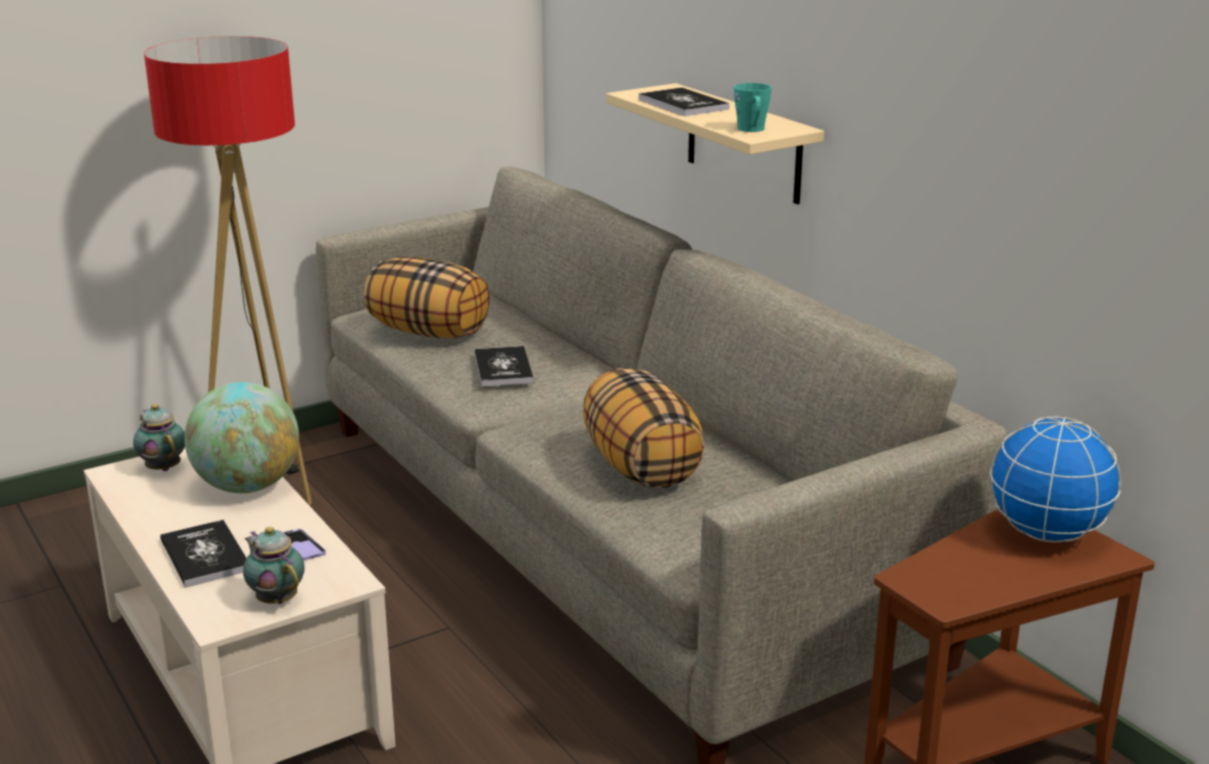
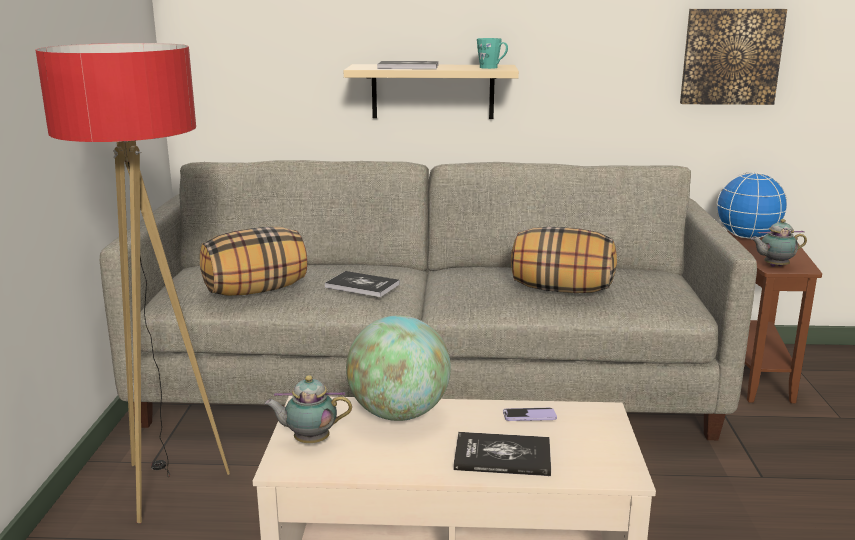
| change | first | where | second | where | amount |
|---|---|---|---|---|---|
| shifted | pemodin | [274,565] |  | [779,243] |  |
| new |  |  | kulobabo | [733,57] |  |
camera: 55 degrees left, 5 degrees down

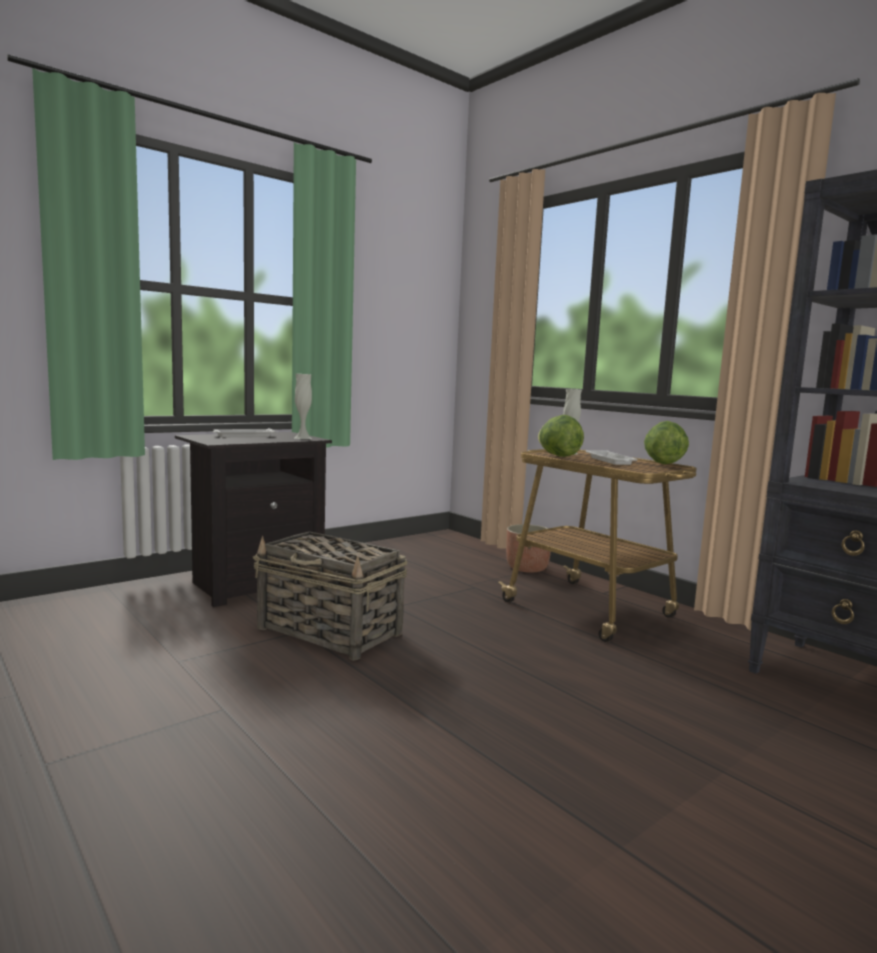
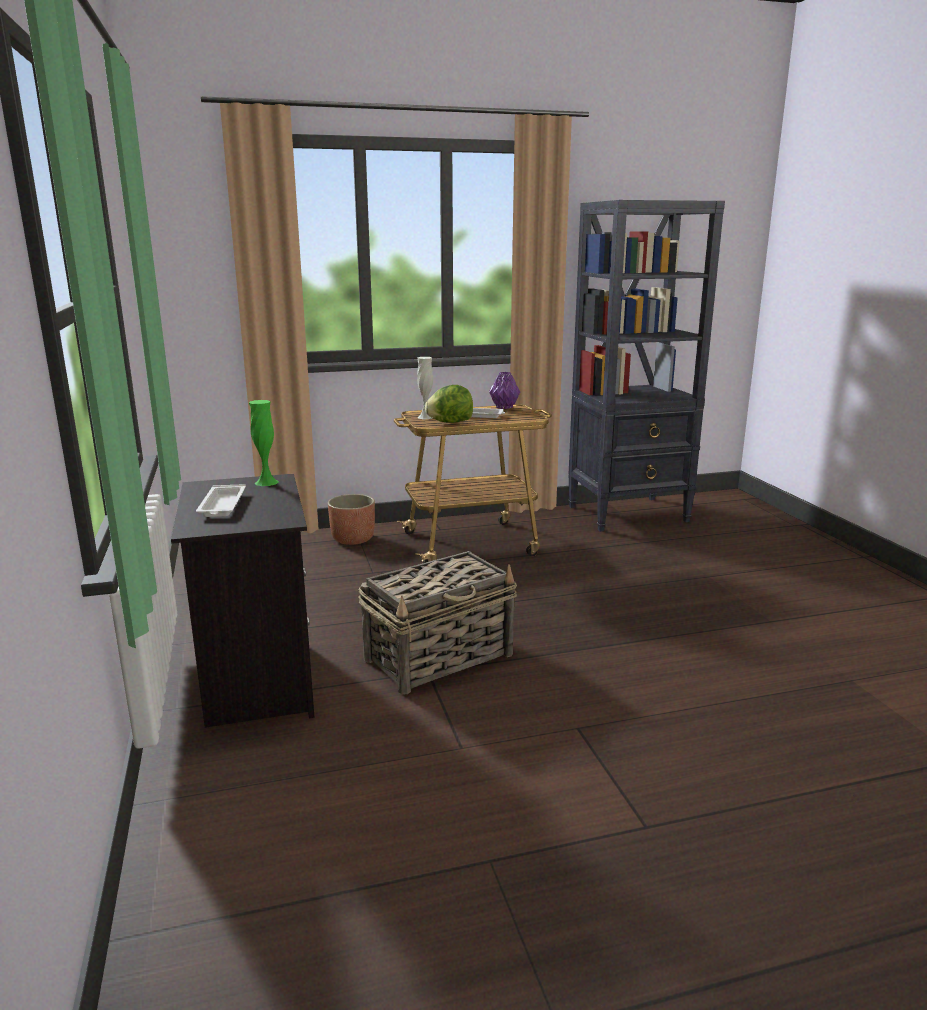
| change | first | where | second | where | amount |
|---|---|---|---|---|---|
| repainted | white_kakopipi | [303,406] | green_kakopipi | [264,443] |  |
| swapped | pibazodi | [666,442] | purple_kakopipi | [504,390] |  |
camera: 65 degrees left, 10 degrees up

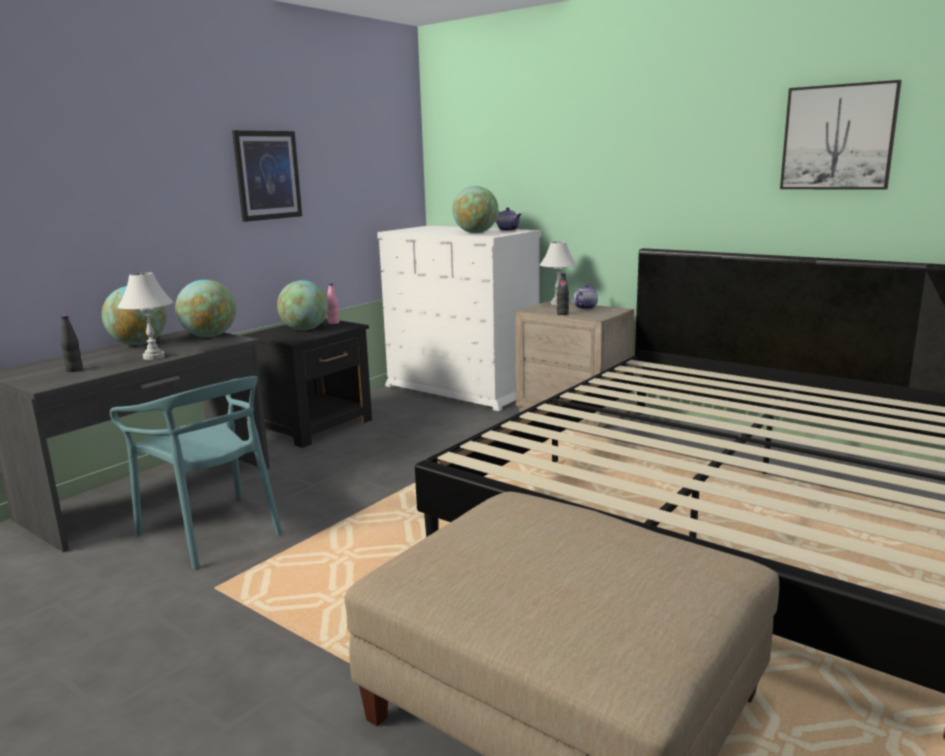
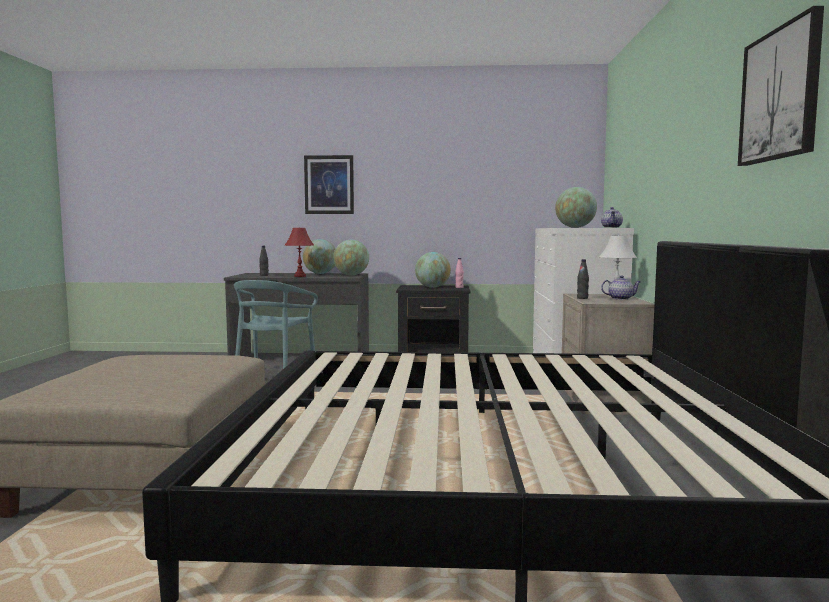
| change | first | where | second | where | amount |
|---|---|---|---|---|---|
| shifted | kulobabo | [267,176] |  | [329,184] |  |
| repainted | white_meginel | [145,316] | red_meginel | [299,252] |  |
camera: 55 degrees right, 10 degrees down

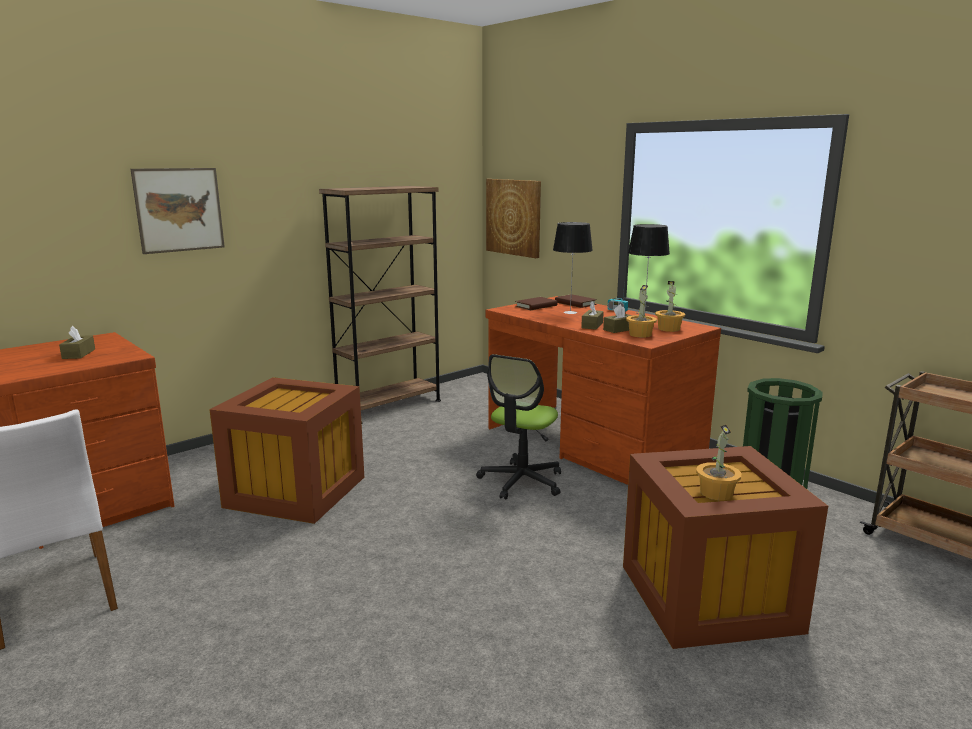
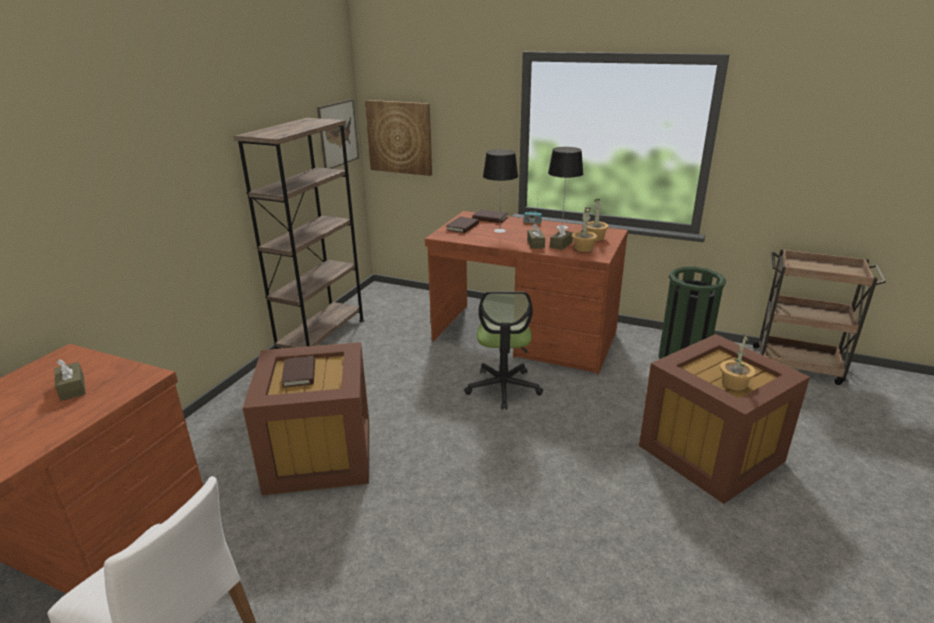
| change | first | where | second | where | amount |
|---|---|---|---|---|---|
| shifted | kulobabo | [177,211] |  | [338,134] |  |
| new |  |  | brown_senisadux | [298,372] |  |
camera: 25 degrees left, 10 degrees up

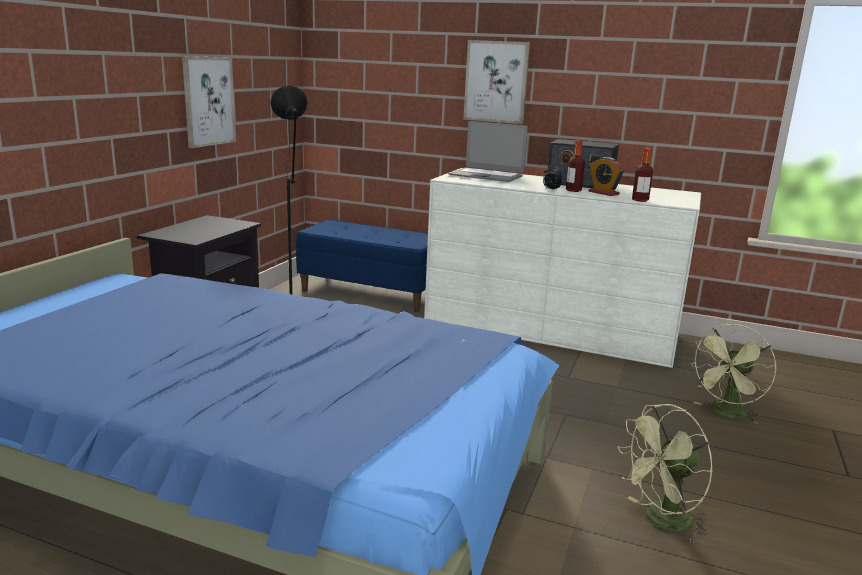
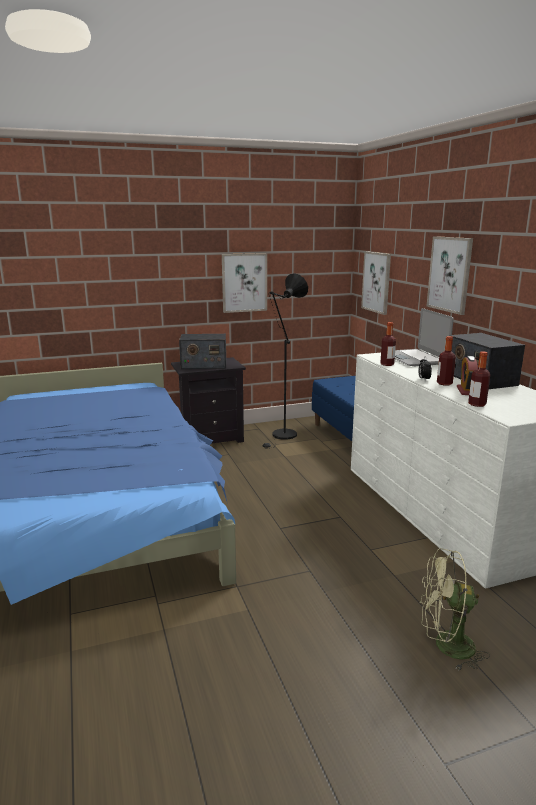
| change | first | where | second | where | amount |
|---|---|---|---|---|---|
| gone | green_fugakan | [665,473] |  |  |  |
| new |  |  | kulobabo | [376,283] |  |
| new |  |  | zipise | [388,344] |  |
| new |  |  | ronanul | [202,351] |  |
camera: 50 degrees right, 0 degrees up

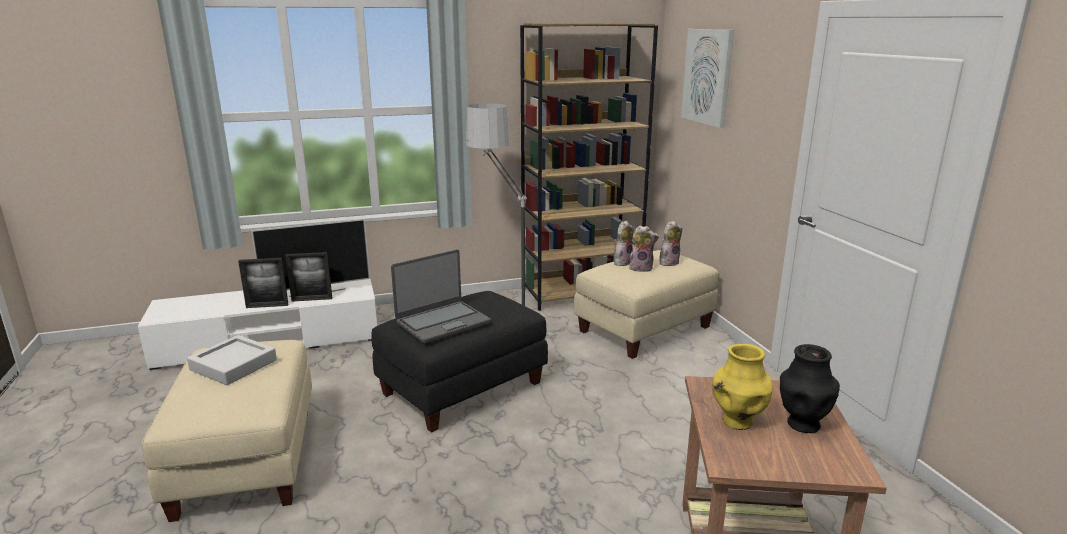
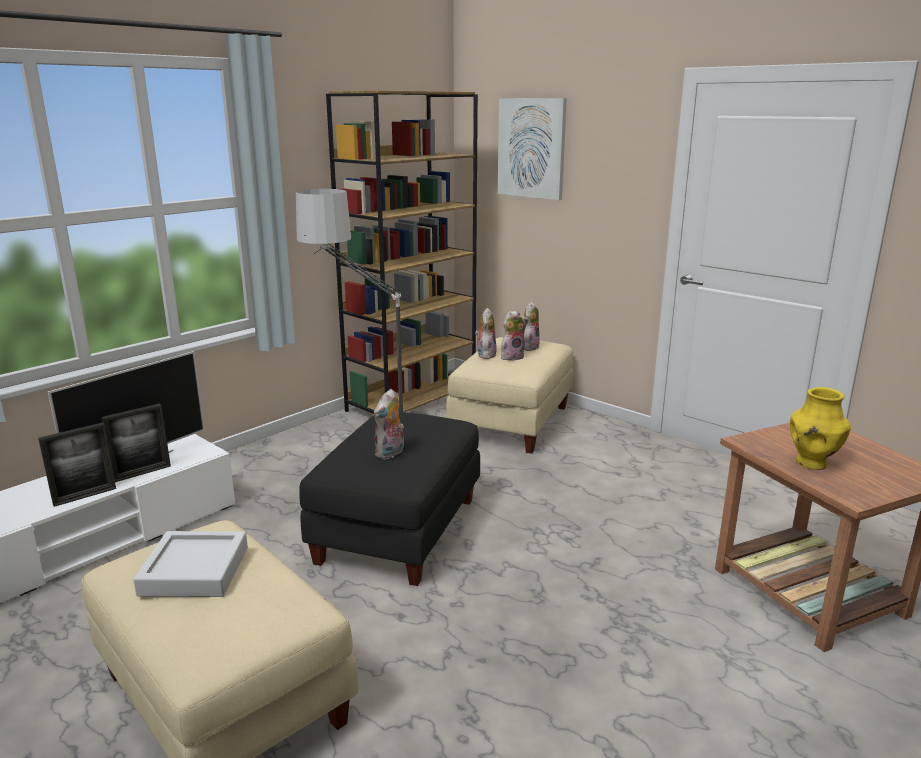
| change | first | where | second | where | amount |
|---|---|---|---|---|---|
| swapped | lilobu | [441,296] | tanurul | [389,424] |  |
| gone | black_kakopipi | [810,388] |  |  |  |
camera: 30 degrees left, 0 degrees up

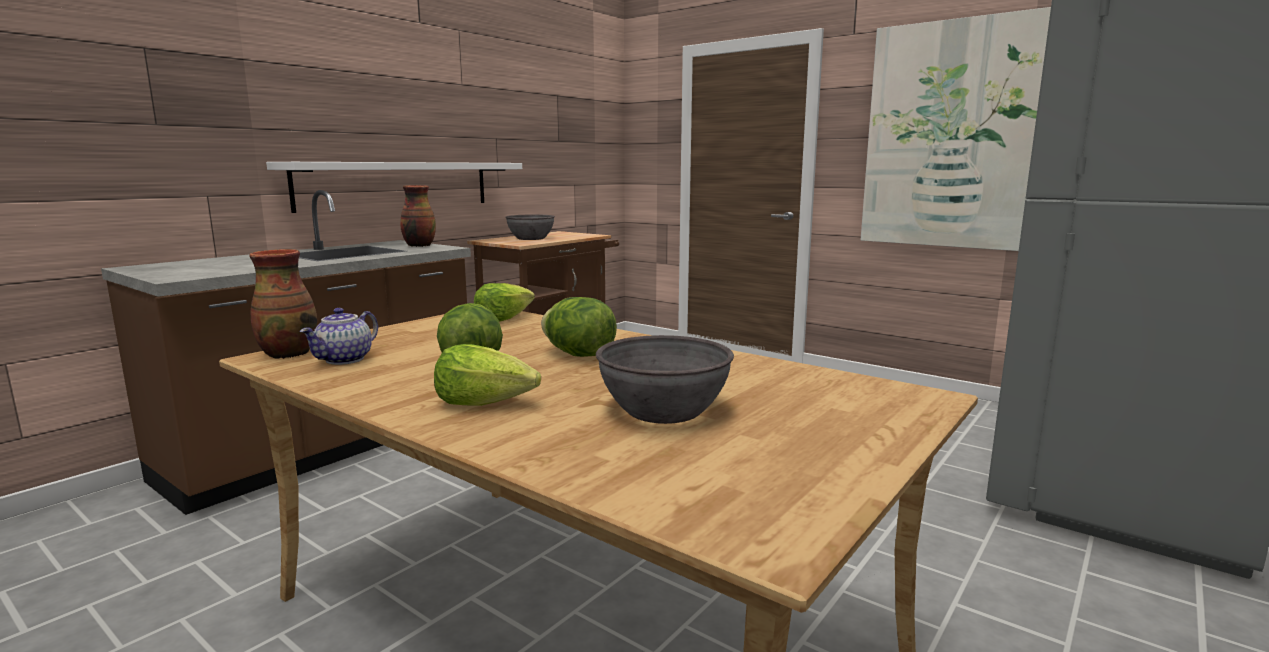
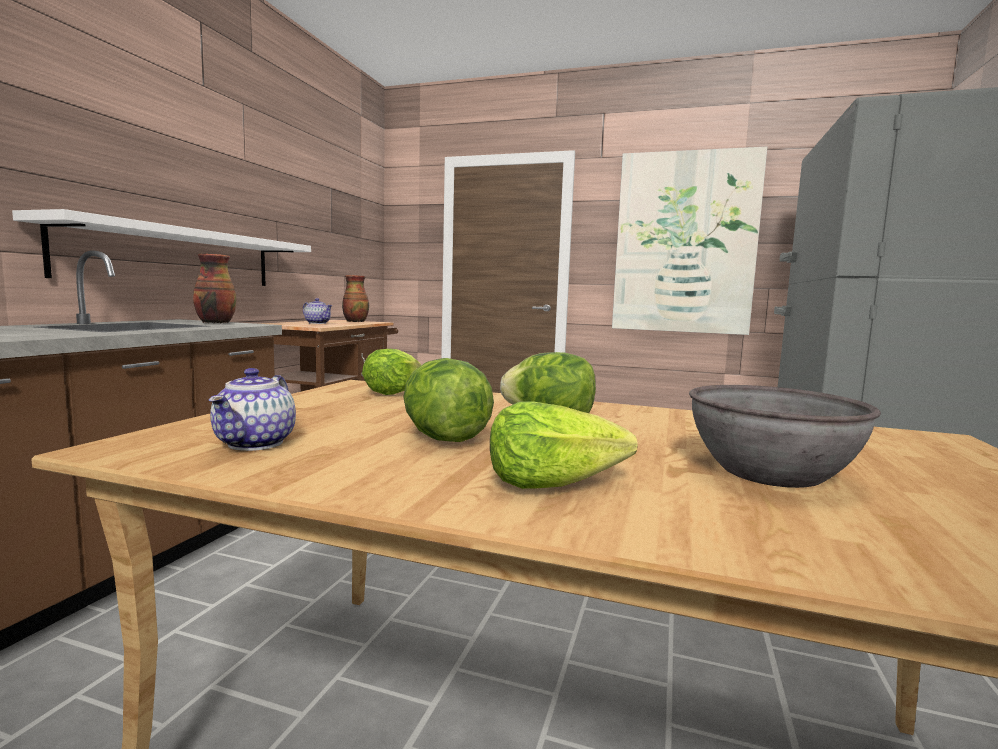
| change | first | where | second | where | amount |
|---|---|---|---|---|---|
| swapped | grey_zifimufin | [530,227] | pemodin | [317,311] |  |
| shifted | kakopipi | [283,304] |  | [355,298] |  |
camera: 20 degrees left, 5 degrees down

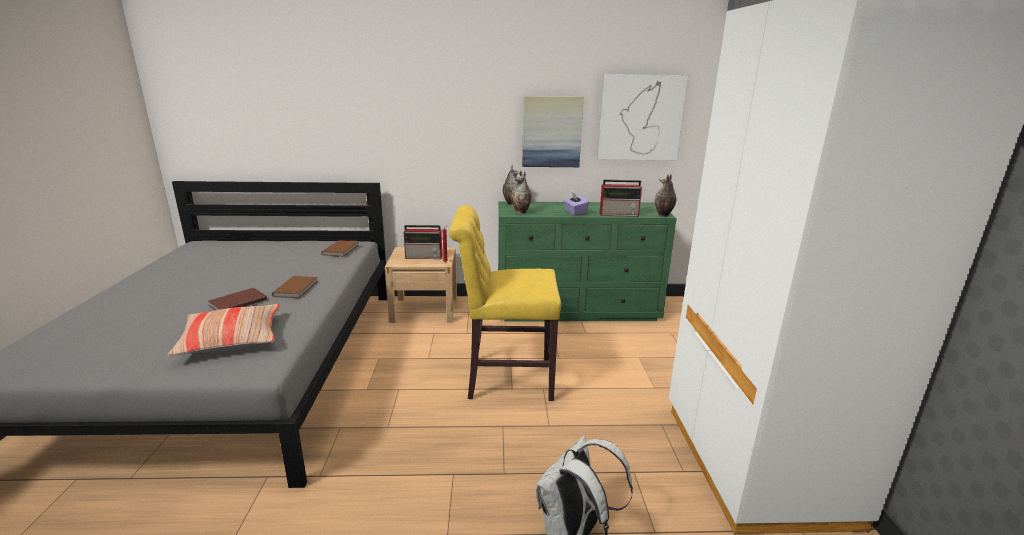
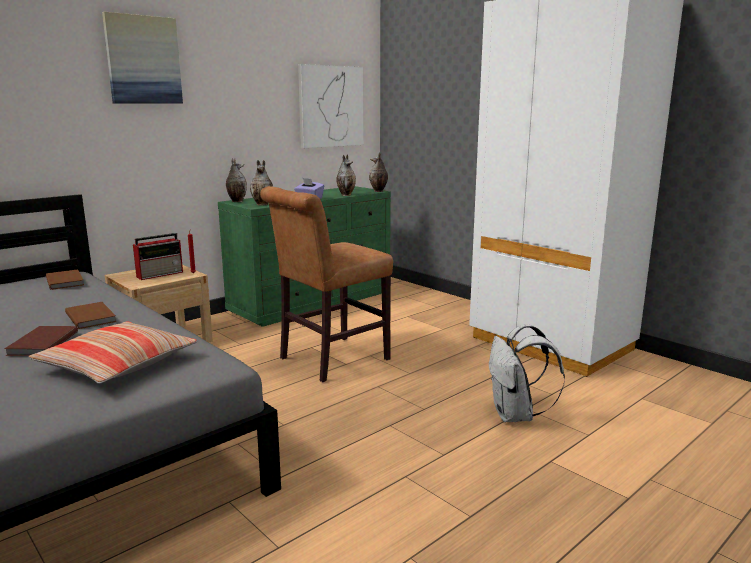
| change | first | where | second | where | amount |
|---|---|---|---|---|---|
| shifted | kulobabo | [553,131] |  | [142,57] |  |
| swapped | ronanul | [621,198] | kakopipi | [346,175] |  |
| repainted | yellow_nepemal | [505,303] | brown_nepemal | [326,284] |  |
camera: 40 degrees left, 5 degrees down

